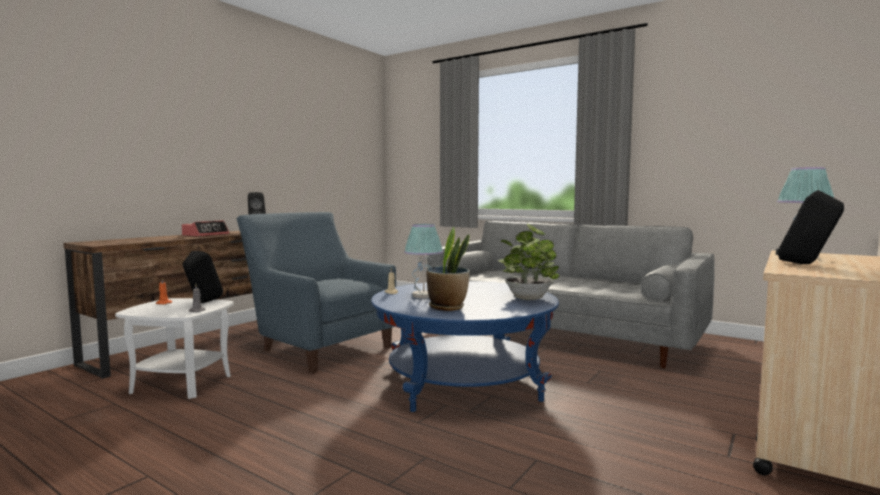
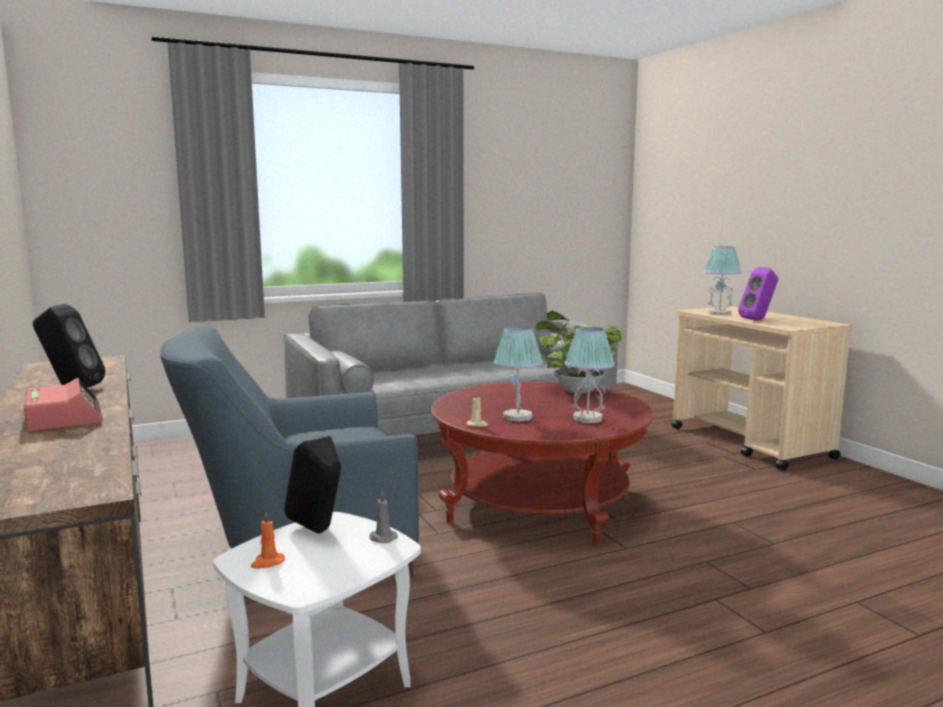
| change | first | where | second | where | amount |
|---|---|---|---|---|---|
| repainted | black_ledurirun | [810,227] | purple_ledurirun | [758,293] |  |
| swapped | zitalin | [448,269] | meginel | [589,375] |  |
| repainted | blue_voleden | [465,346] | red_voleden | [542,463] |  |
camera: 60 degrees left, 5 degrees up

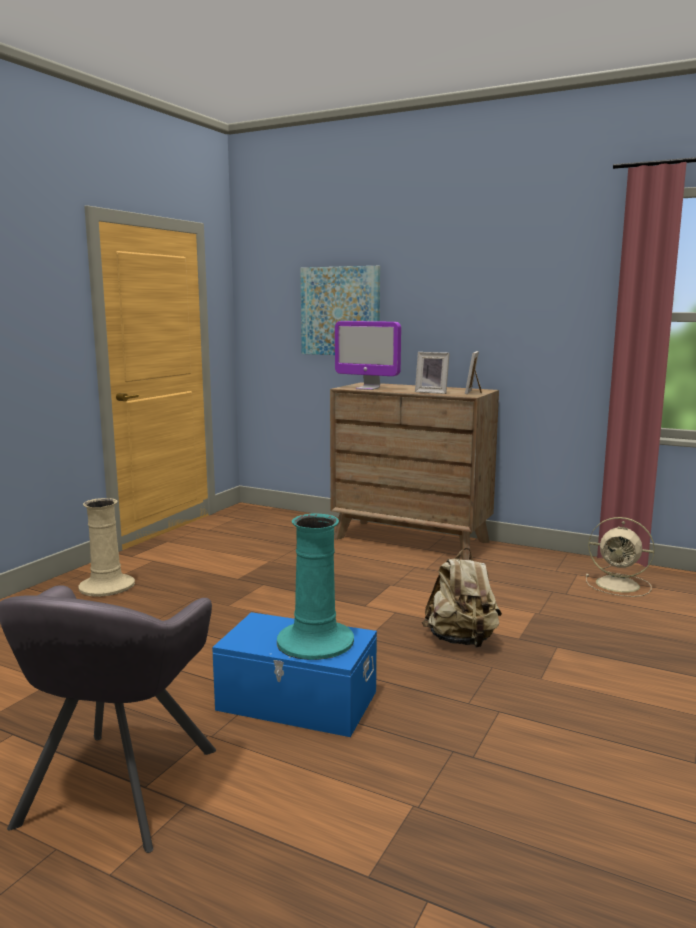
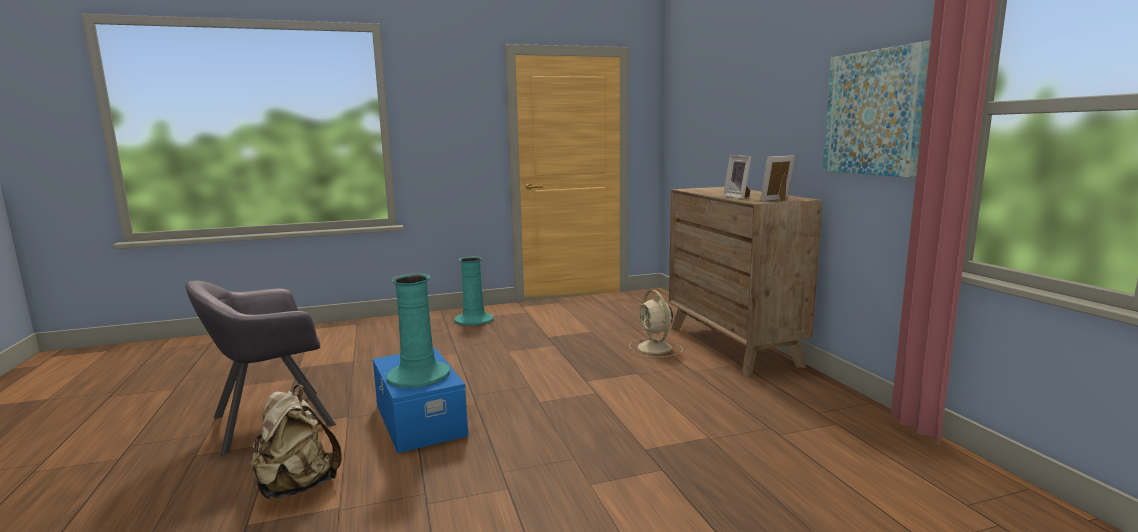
| change | first | where | second | where | amount |
|---|---|---|---|---|---|
| shifted | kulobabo | [340,310] |  | [877,109] |  |
| gone | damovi | [368,355] |  |  |  |
| repainted | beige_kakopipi | [106,547] | turquoise_kakopipi | [474,291] |  |
| shifted | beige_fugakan | [620,557] |  | [656,324] |  |
| shifted | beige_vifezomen | [462,598] |  | [296,442] |  |
camera: 45 degrees right, 0 degrees up

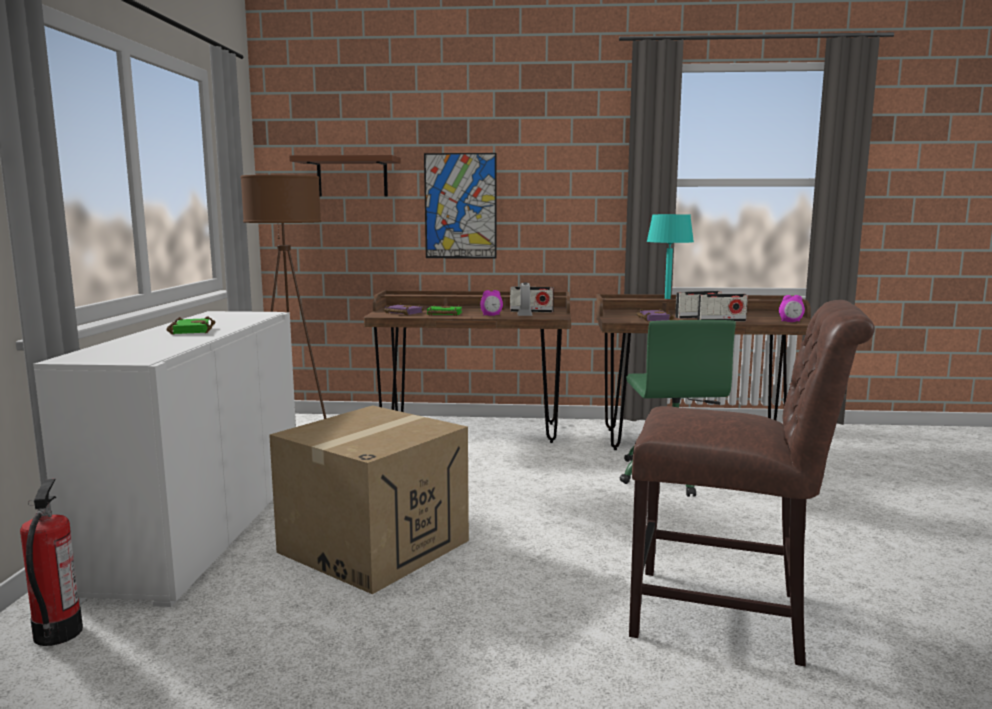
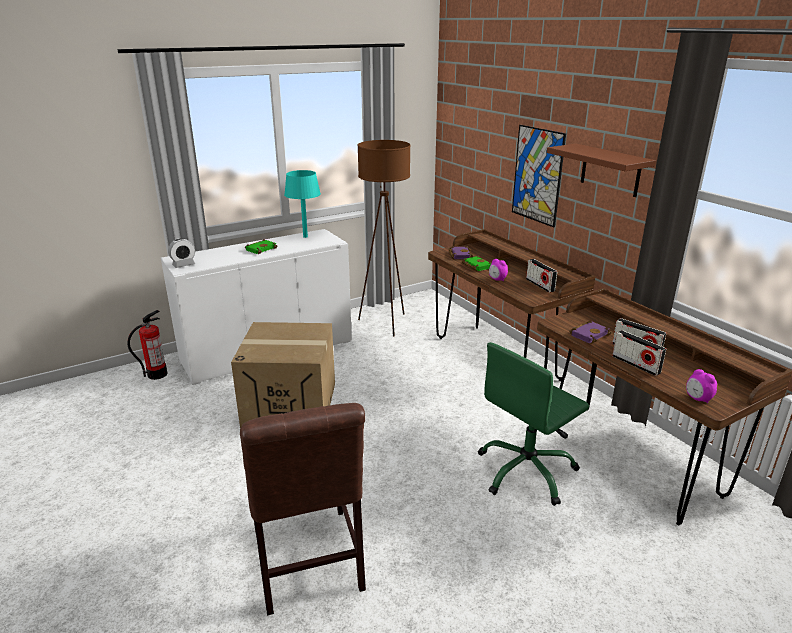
| change | first | where | second | where | amount |
|---|---|---|---|---|---|
| shifted | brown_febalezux | [345,176] |  | [601,170] |  |
| shifted | turquoise_meginel | [670,256] |  | [302,204] |  |
| shifted | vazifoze | [525,299] |  | [181,253] |  |
camera: 55 degrees right, 15 degrees up

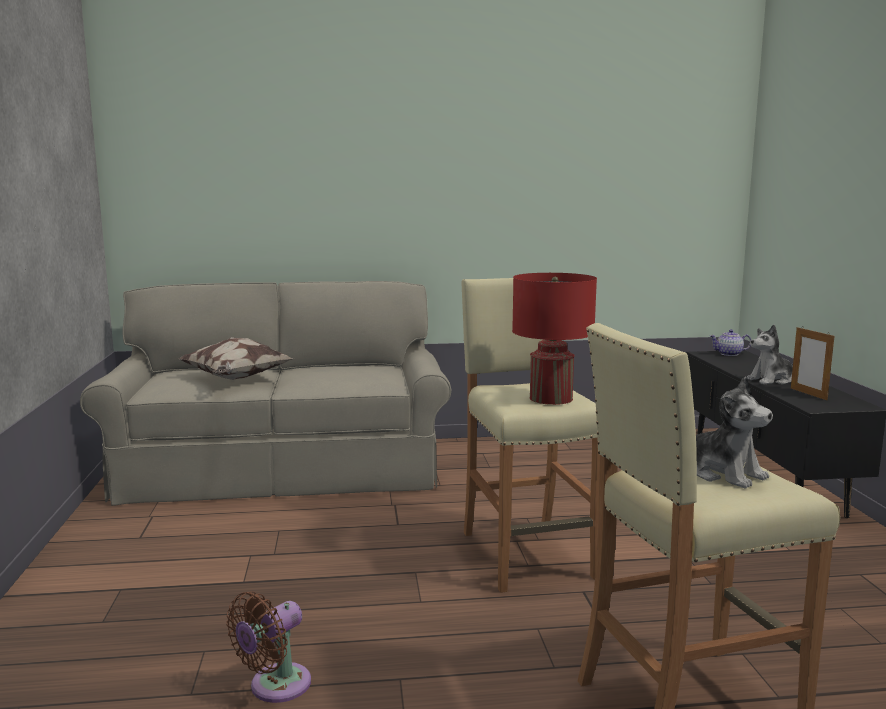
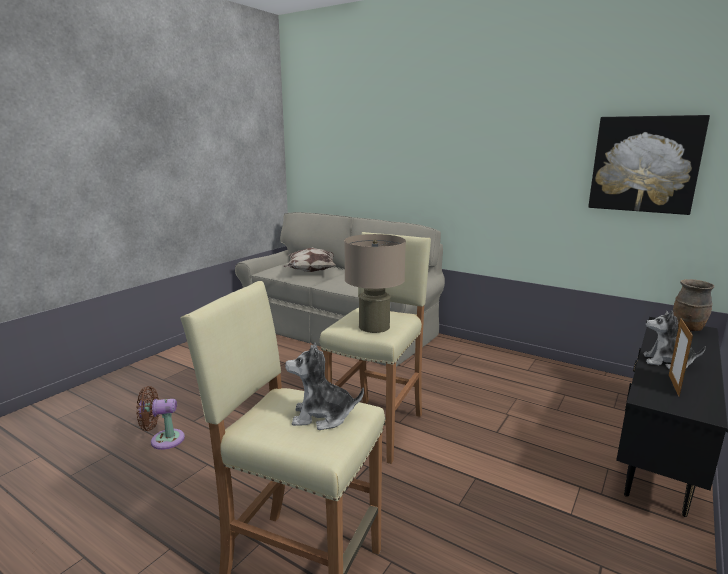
| change | first | where | second | where | amount |
|---|---|---|---|---|---|
| repainted | red_meginel | [554,339] | beige_meginel | [375,283] |  |
| swapped | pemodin | [730,343] | brown_kakopipi | [694,305] |  |
| rotated | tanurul | [734,433] |  | [324,386] | 90 degrees clockwise |
| new |  |  | kulobabo | [649,165] |  |
camera: 40 degrees right, 5 degrees up

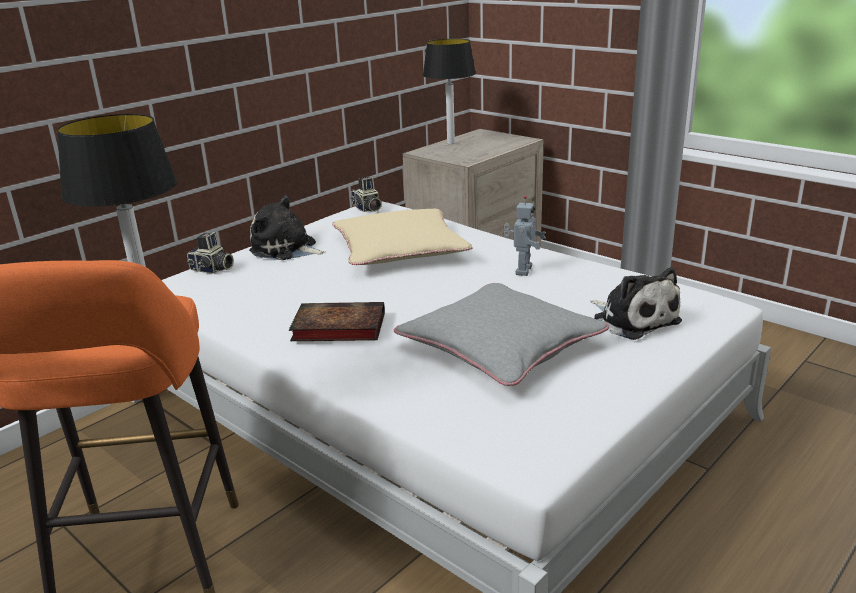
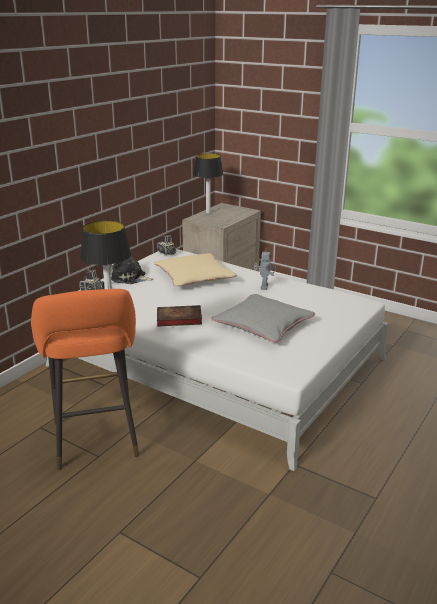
| change | first | where | second | where | amount |
|---|---|---|---|---|---|
| gone | tanurul | [636,303] |  |  |  |
camera: 10 degrees left, 0 degrees up

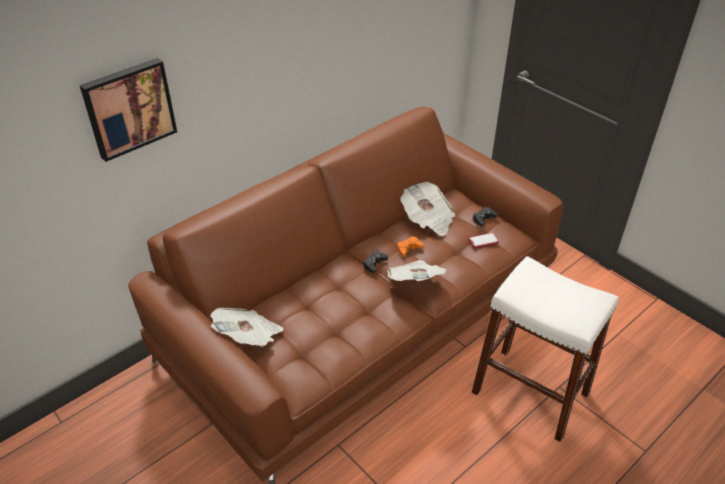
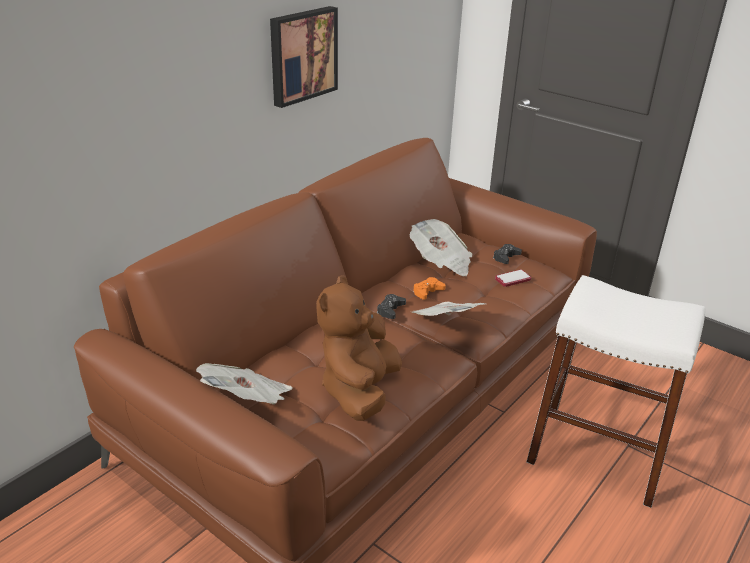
| change | first | where | second | where | amount |
|---|---|---|---|---|---|
| shifted | kulobabo | [128,110] |  | [304,57] |  |
| new |  |  | brown_tanurul | [359,348] |  |
camera: 10 degrees left, 10 degrees down

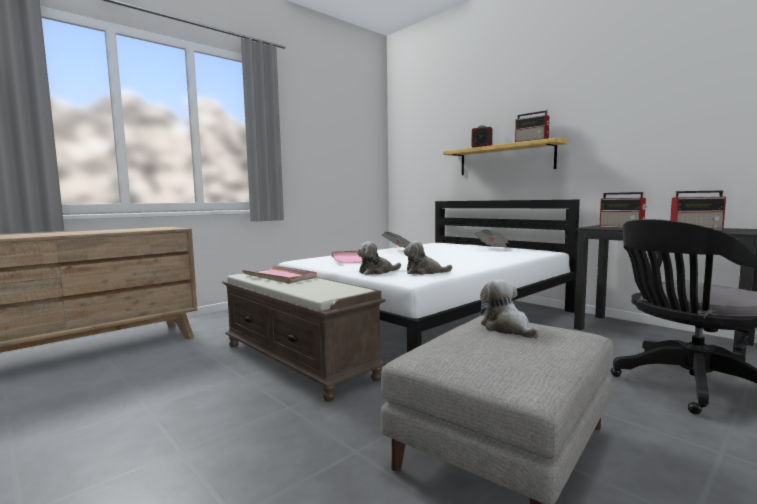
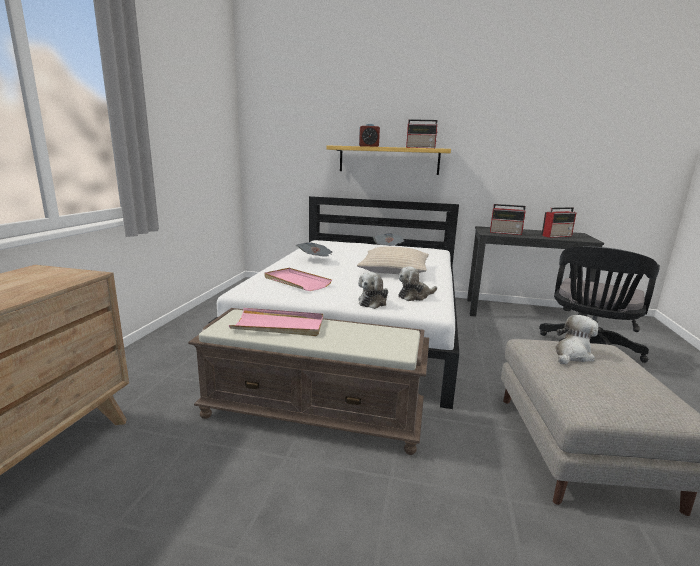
| change | first | where | second | where | amount |
|---|---|---|---|---|---|
| rotated | tanurul | [509,309] |  | [576,339] | 105 degrees clockwise |
| new |  |  | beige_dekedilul | [393,260] |  |
camera: 35 degrees left, 10 degrees up

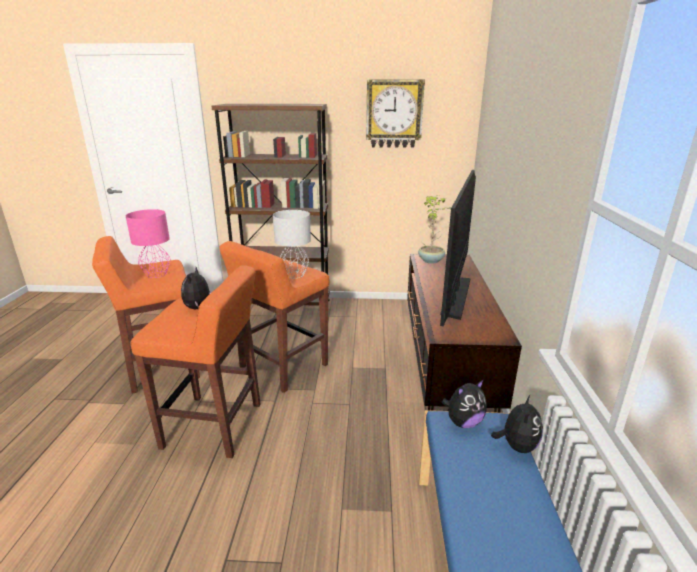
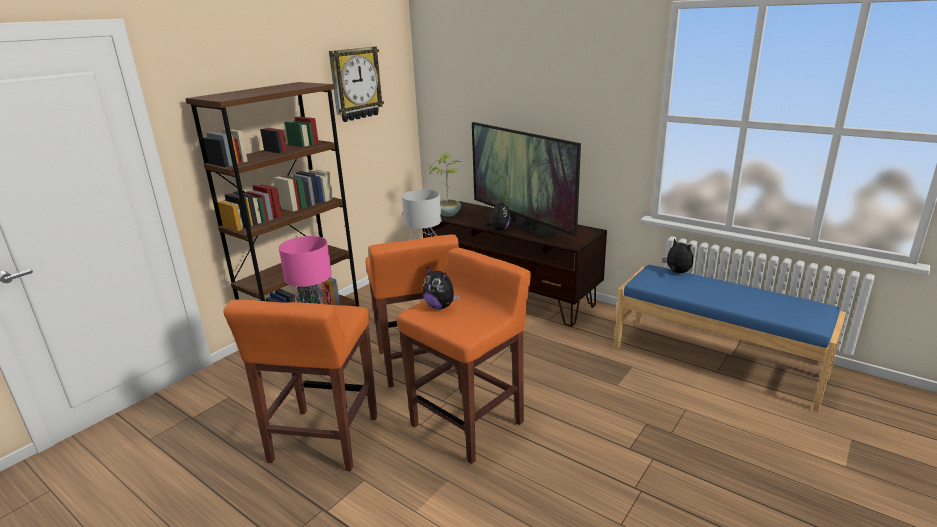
| change | first | where | second | where | amount |
|---|---|---|---|---|---|
| shifted | tanurul | [464,403] |  | [497,215] |  |
camera: 55 degrees left, 0 degrees up

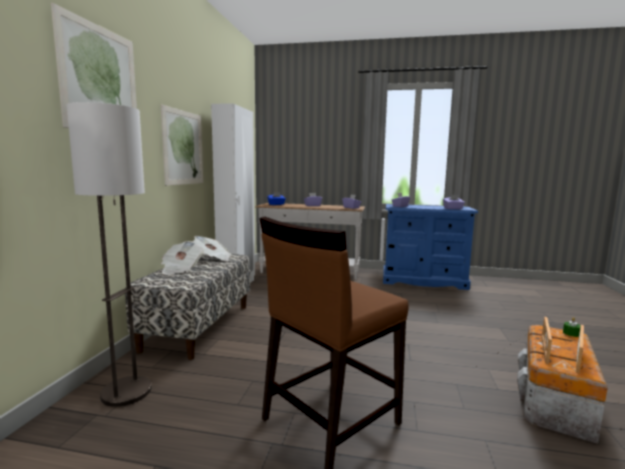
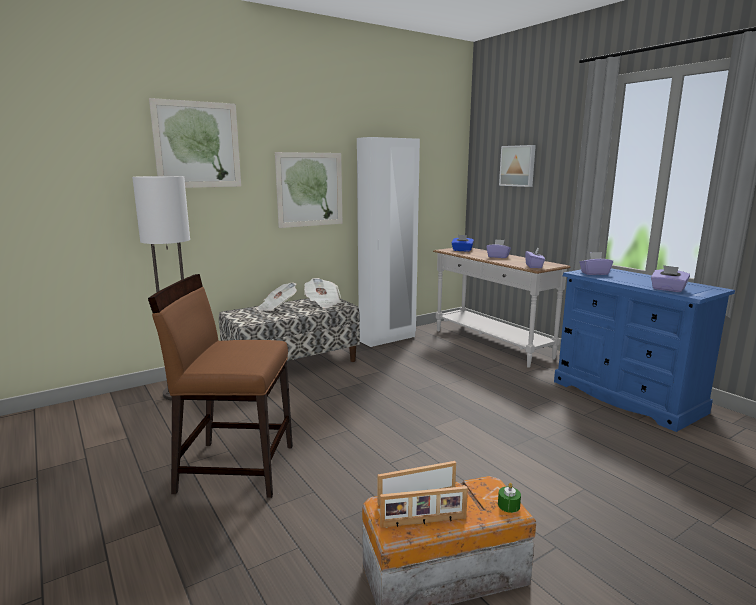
| change | first | where | second | where | amount |
|---|---|---|---|---|---|
| new |  |  | kulobabo | [517,166] |  |
camera: 45 degrees right, 5 degrees up

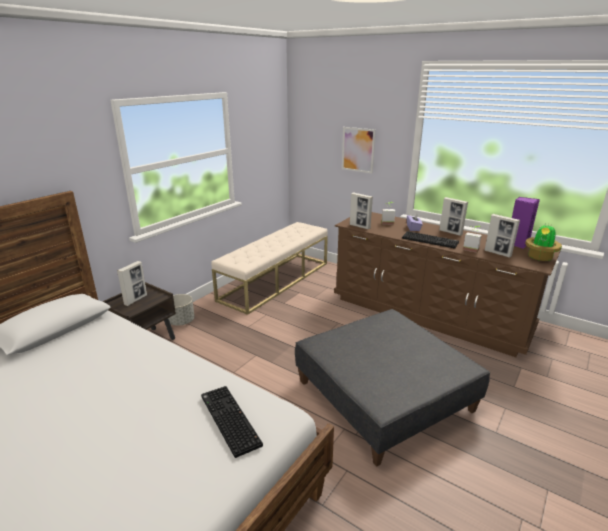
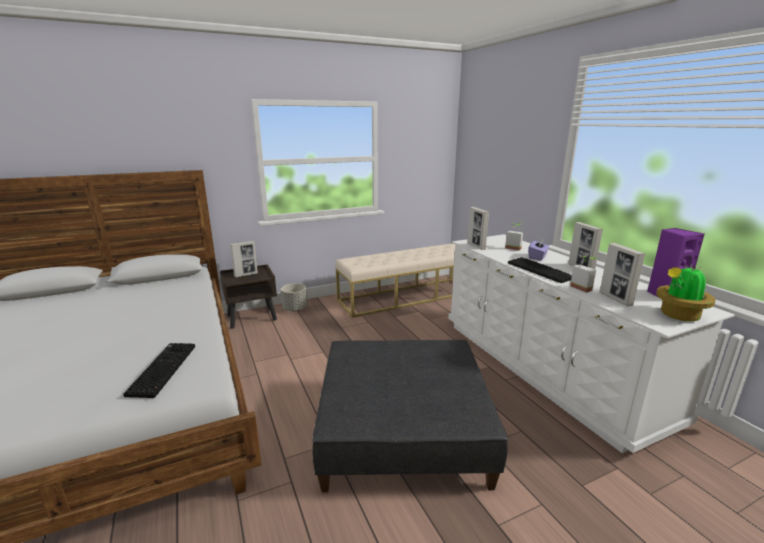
| change | first | where | second | where | amount |
|---|---|---|---|---|---|
| gone | kulobabo | [359,150] |  |  |  |
| repainted | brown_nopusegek | [447,284] | white_nopusegek | [591,343] |  |
camera: 30 degrees right, 5 degrees down

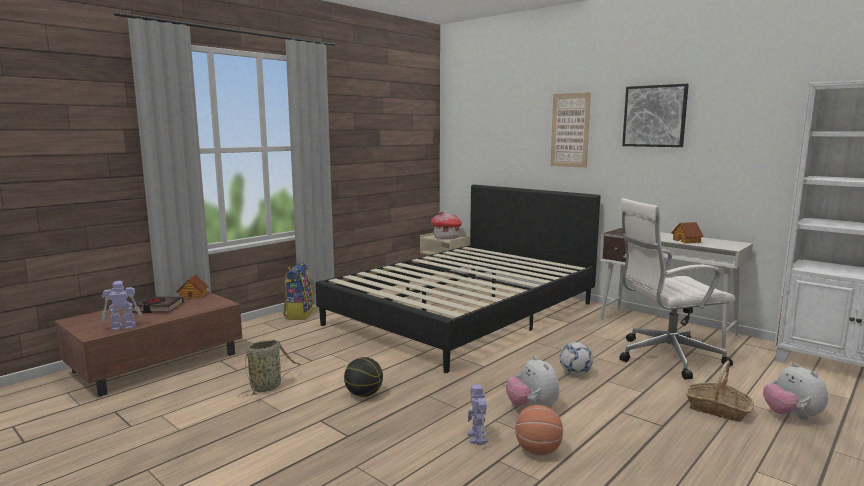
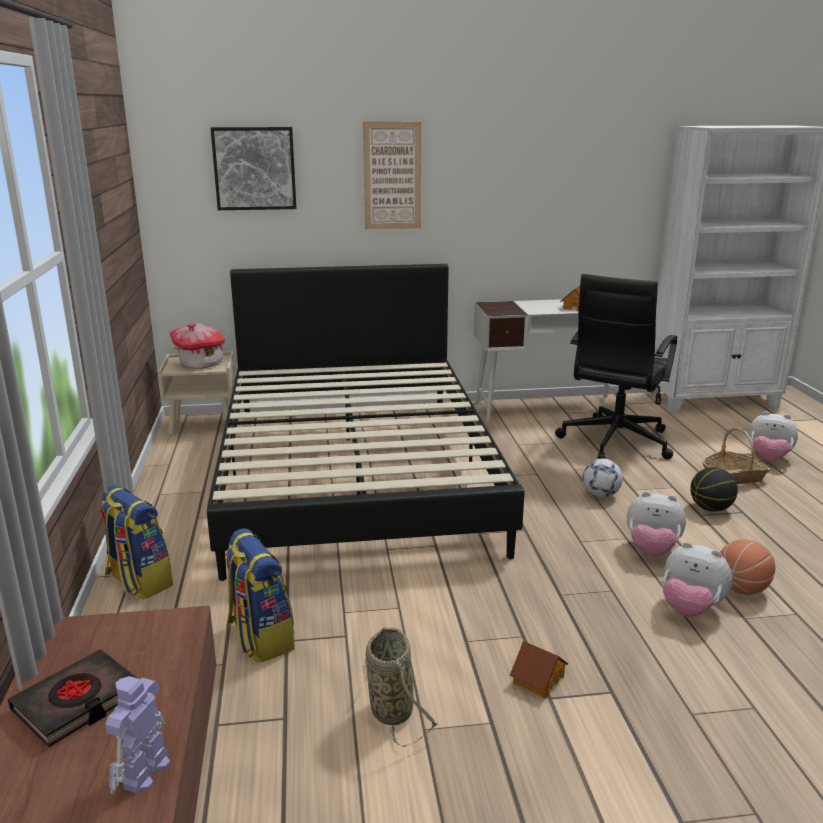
| change | first | where | second | where | amount |
|---|---|---|---|---|---|
| shifted | kulobabo | [655,115] |  | [253,168] |  |
| repainted | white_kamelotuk | [677,289] | black_kamelotuk | [616,367] |  |
| shifted | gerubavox | [192,287] |  | [539,669] |  |
| shifted | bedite | [363,377] |  | [714,489] |  |
| swapped | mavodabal | [477,414] | tanurul | [697,579] |  |
| new |  |  | vifezomen | [260,595] |  |
camera: 50 degrees left, 10 degrees up

